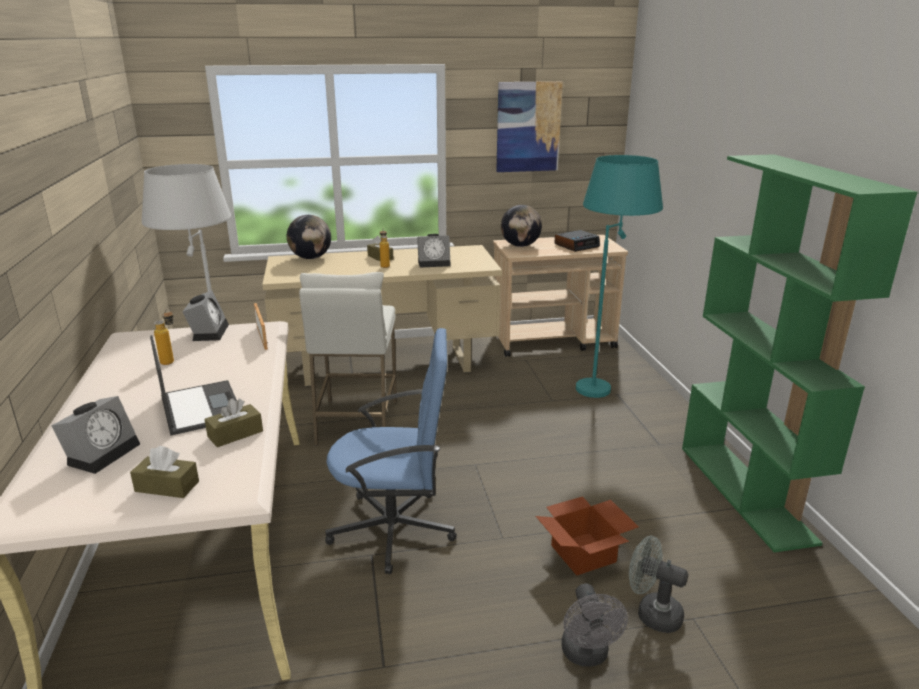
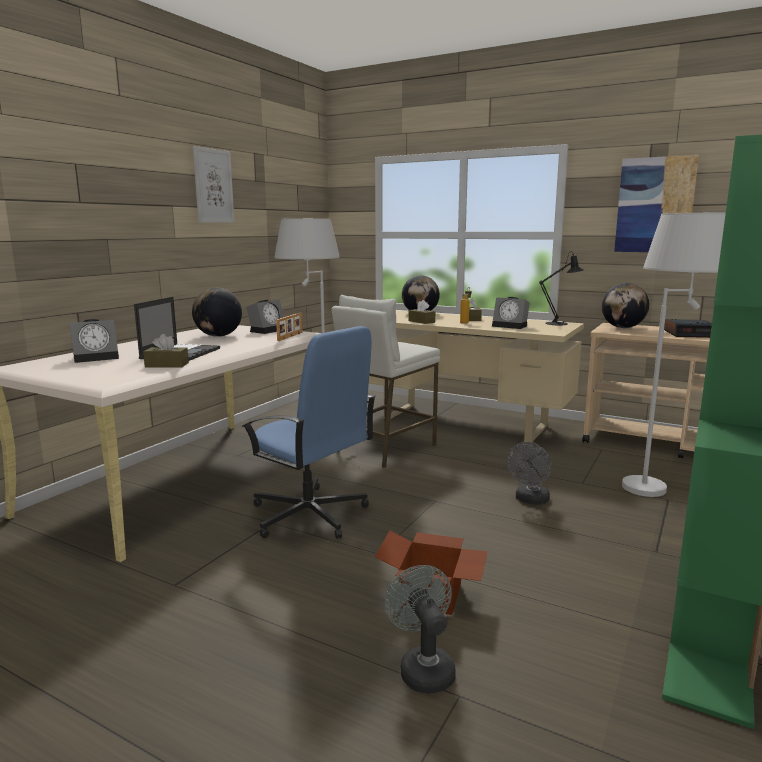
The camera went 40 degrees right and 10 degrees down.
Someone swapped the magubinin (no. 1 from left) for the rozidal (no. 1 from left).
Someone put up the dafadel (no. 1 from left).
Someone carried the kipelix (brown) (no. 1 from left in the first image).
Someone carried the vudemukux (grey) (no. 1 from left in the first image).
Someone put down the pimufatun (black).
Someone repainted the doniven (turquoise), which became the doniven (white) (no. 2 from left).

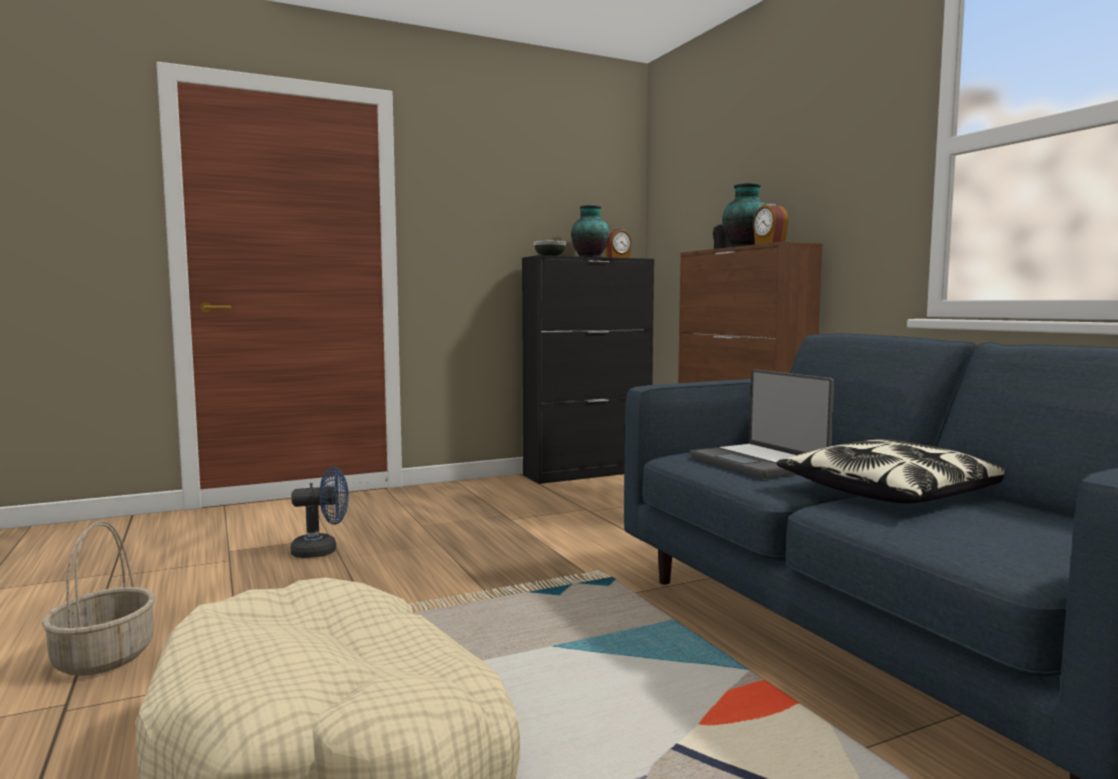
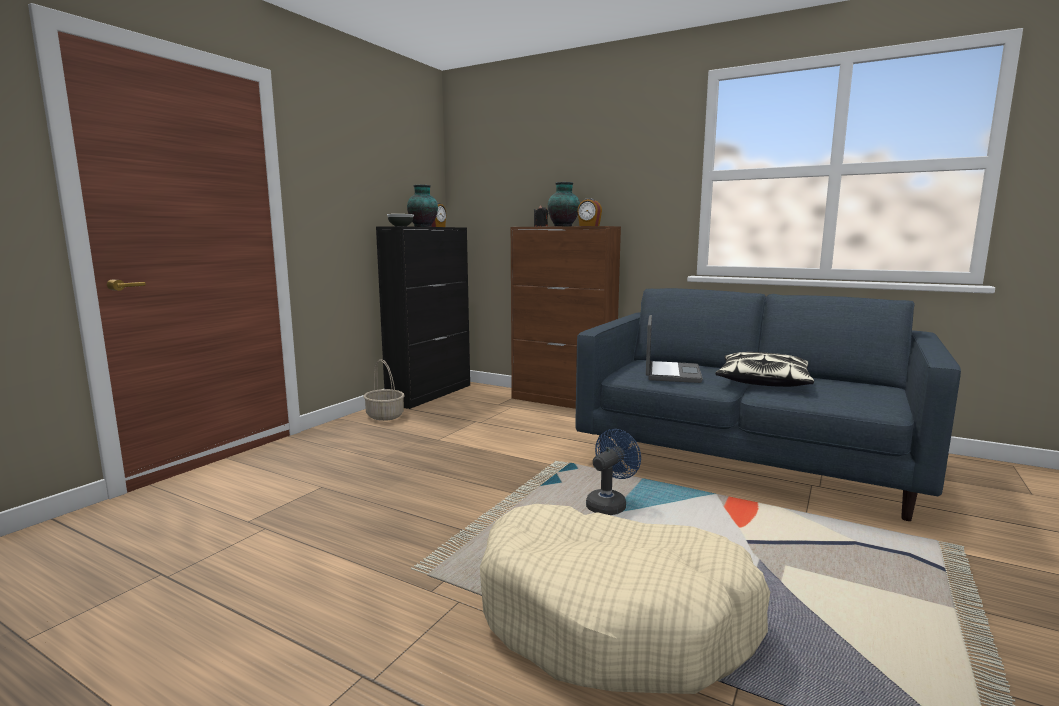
The camera went 35 degrees left and 5 degrees up.
Someone carried the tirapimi.
Someone carried the vudemukux (blue).
Someone rotated the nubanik by 105 degrees counterclockwise.

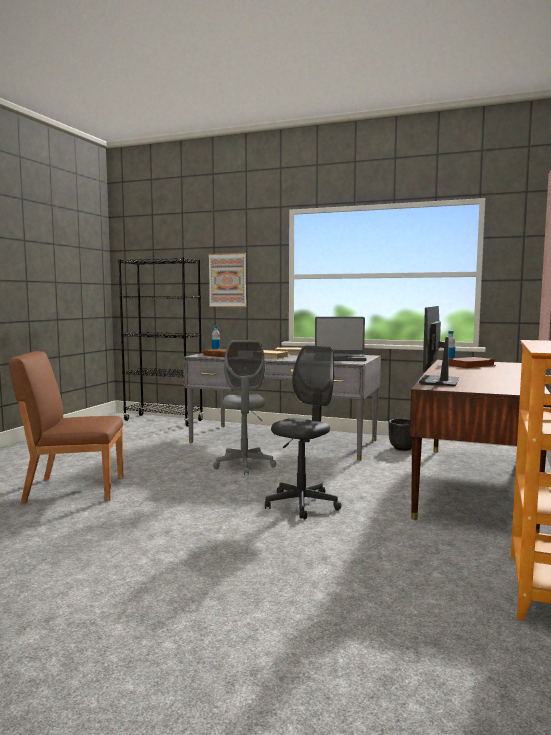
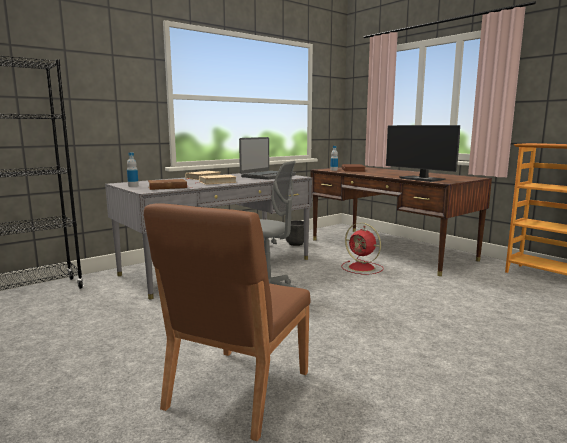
The camera went 60 degrees left and 5 degrees up.
Someone put down the vudemukux (red).
Someone took away the dafadel.
Someone took away the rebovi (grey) (no. 2 from left).

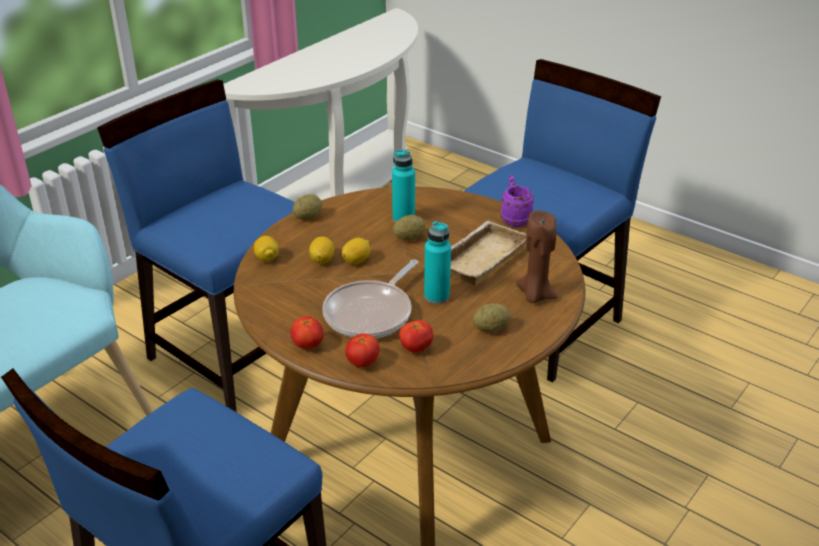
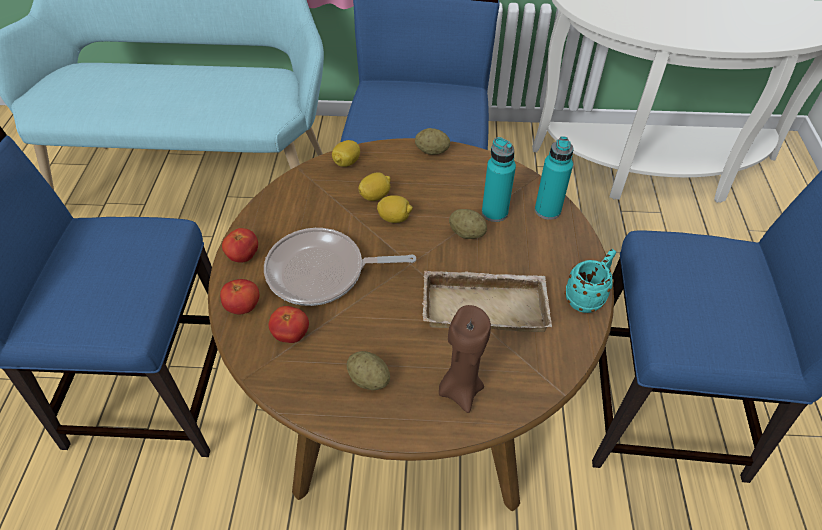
The camera went 55 degrees right and 15 degrees up.
Someone carried the magubinin (turquoise) (no. 2 from left).
Someone repainted the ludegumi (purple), which became the ludegumi (turquoise).

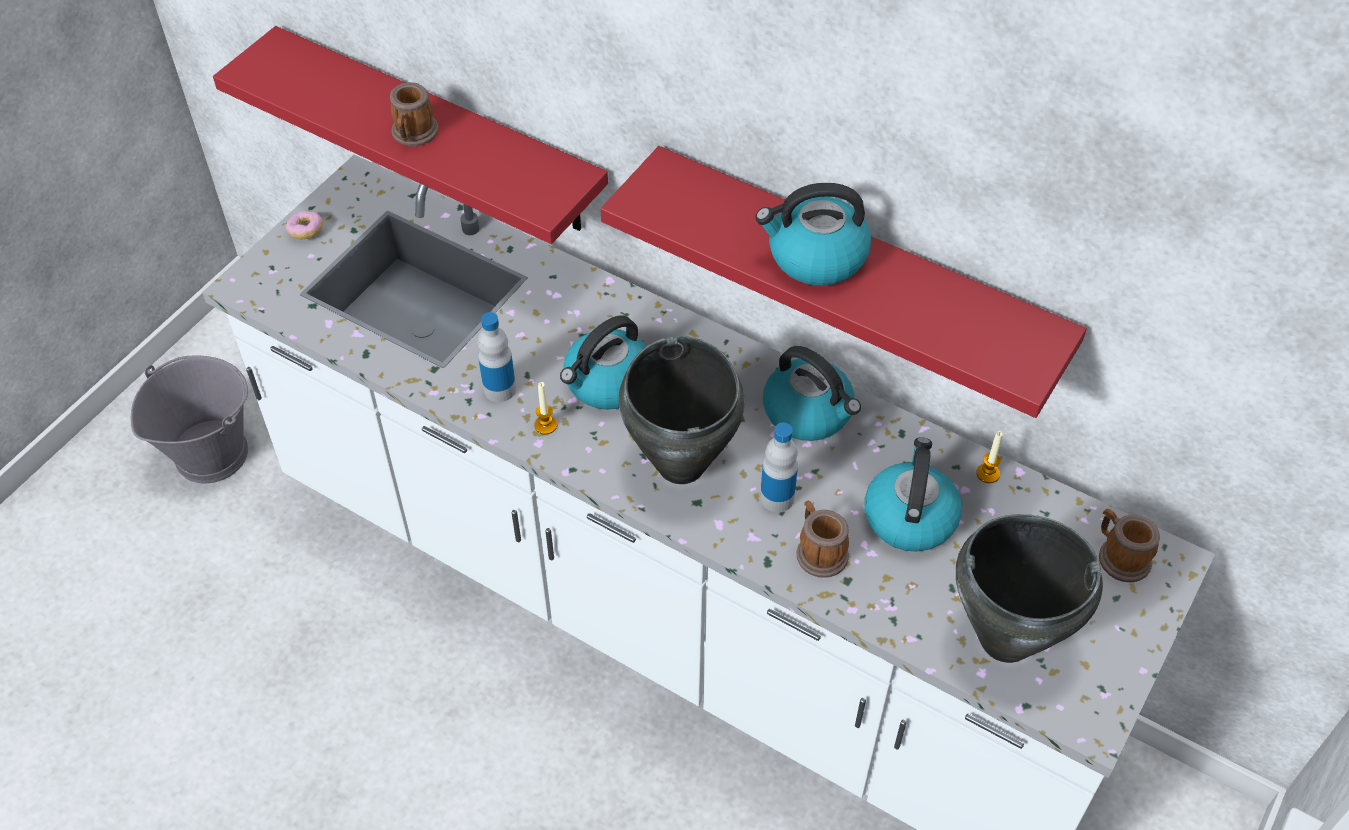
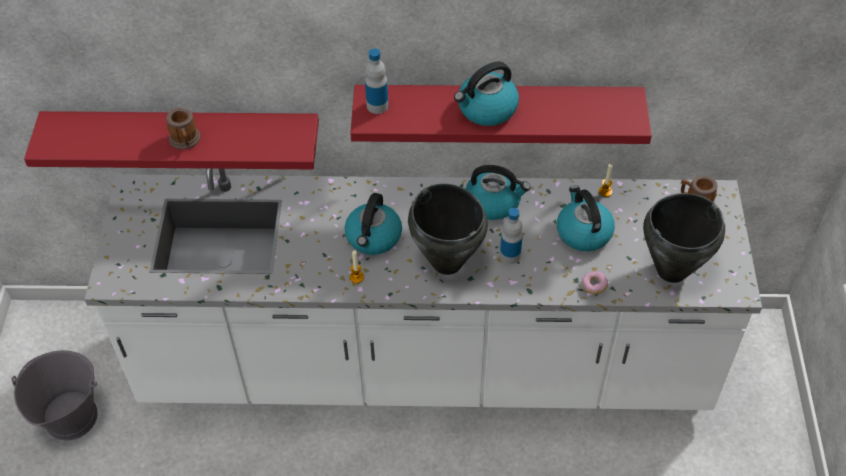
The camera went 30 degrees left and 0 degrees up.
Someone carried the magubinin (no. 1 from left).
Someone carried the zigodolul.
Someone took away the ludegumi (no. 2 from left).

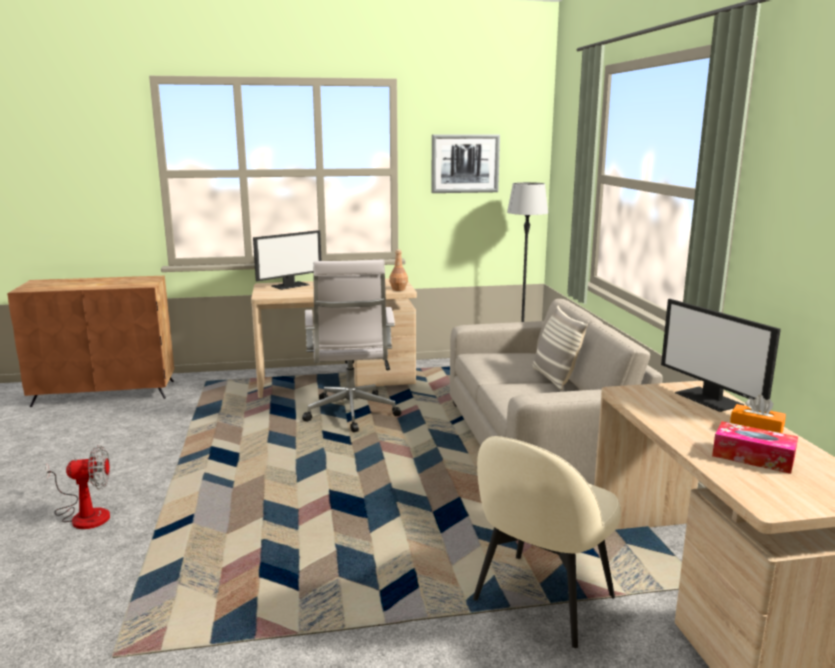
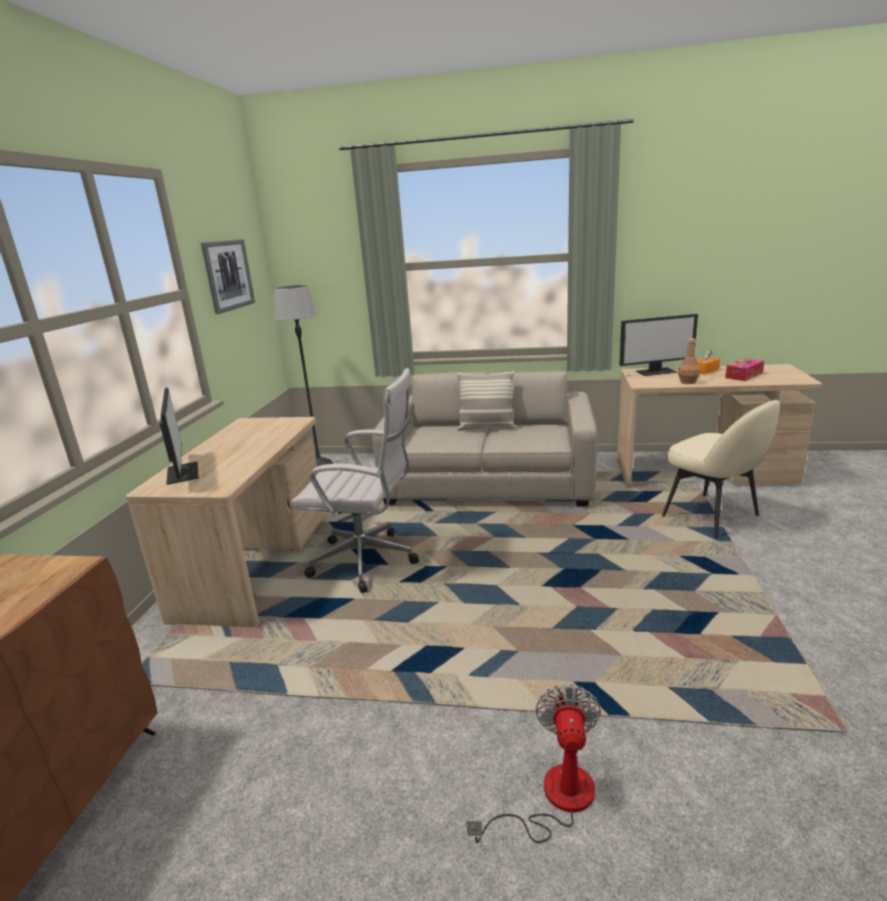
The camera went 70 degrees left and 5 degrees up.
Someone carried the magubinin (brown).

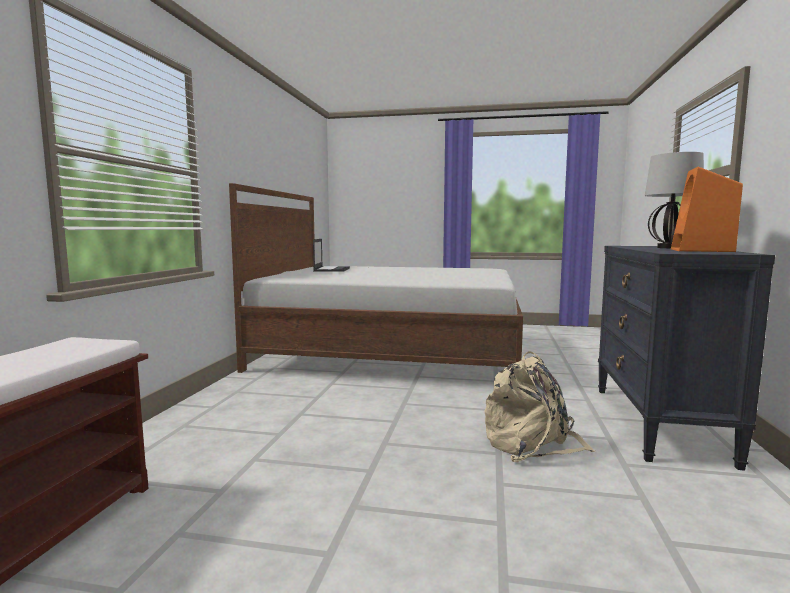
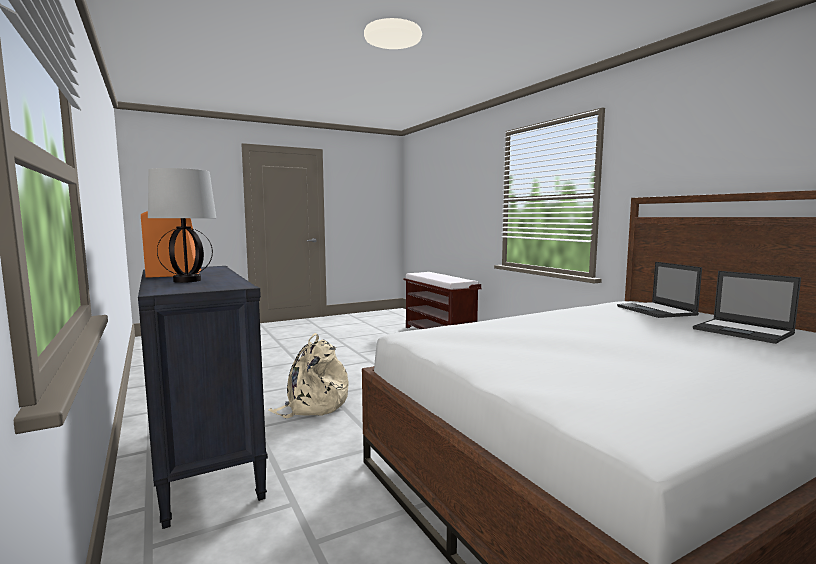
The camera went 140 degrees right and 0 degrees up.
Someone put down the nubanik (no. 1 from left).

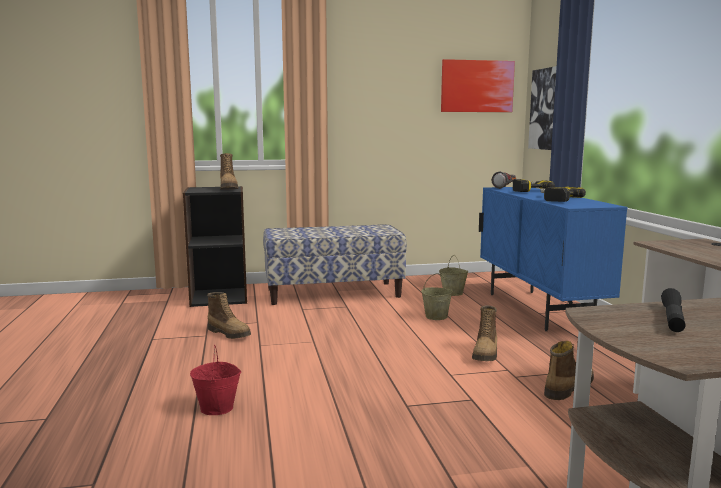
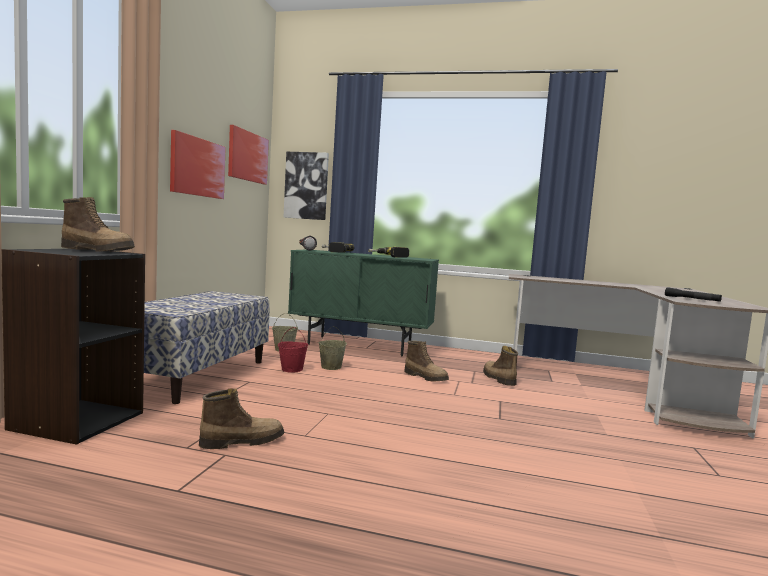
The camera went 65 degrees left and 5 degrees down.
Someone put up the dafadel (no. 1 from left).
Someone carried the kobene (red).
Someone repainted the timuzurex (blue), which became the timuzurex (green).

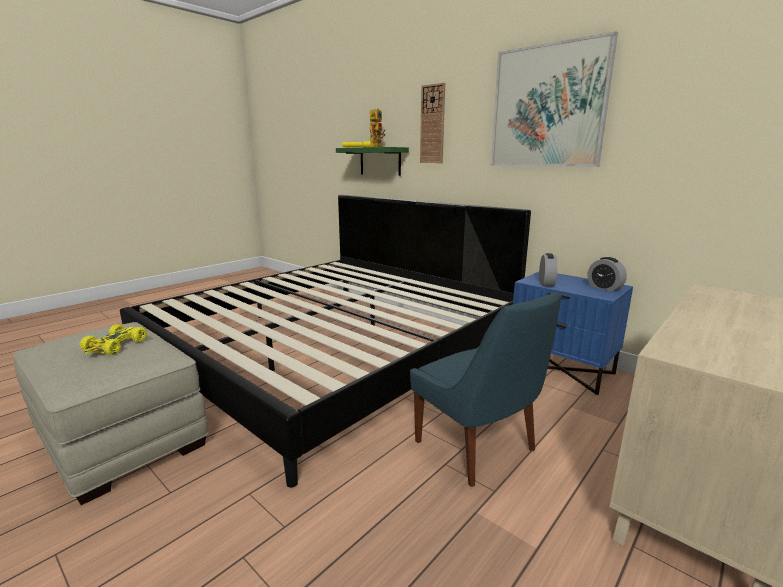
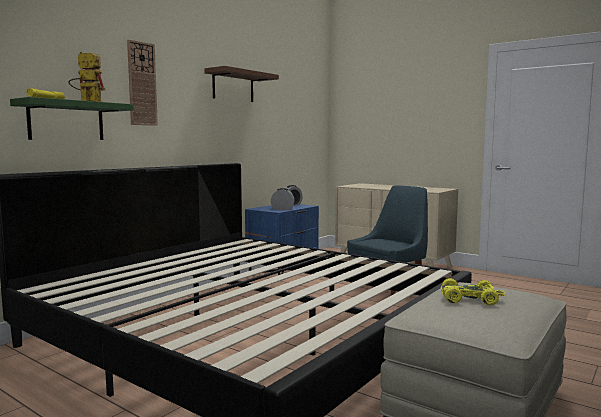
The camera went 95 degrees left and 10 degrees down.
Someone swapped the dafadel for the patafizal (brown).

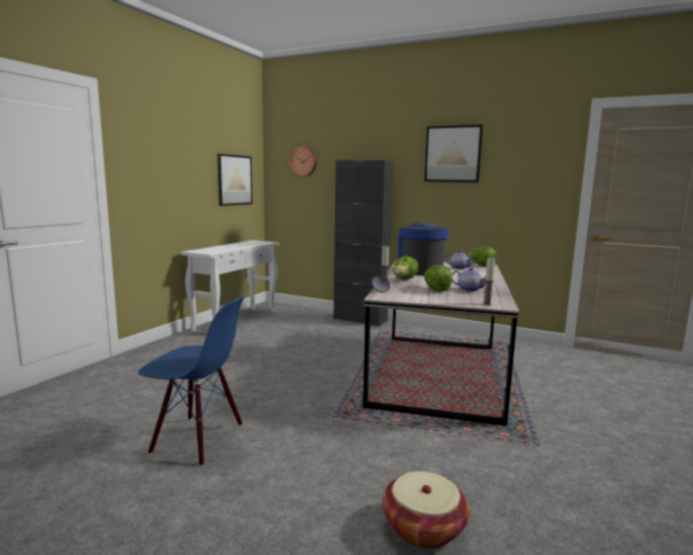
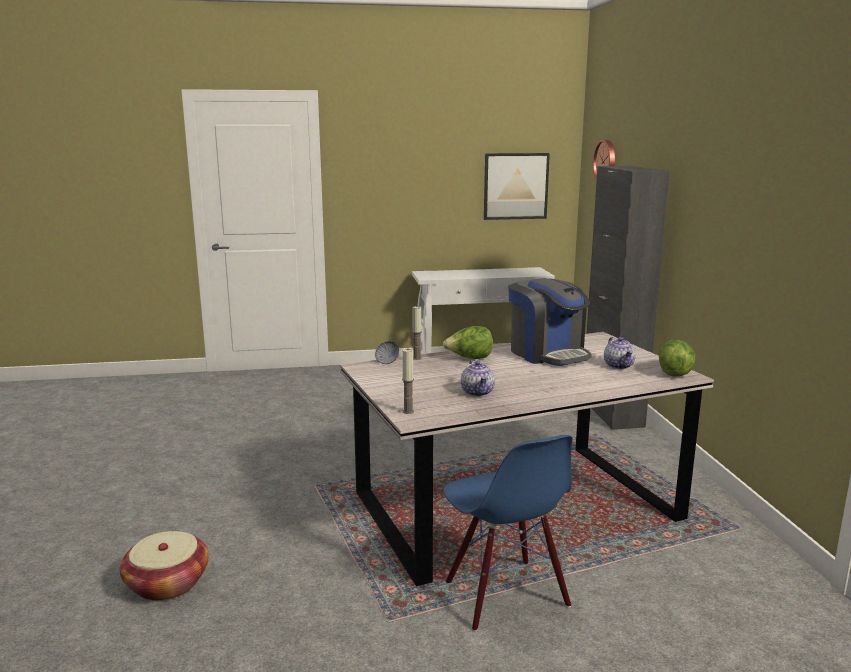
The camera went 55 degrees right and 5 degrees up.
Someone carried the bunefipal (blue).
Someone rotated the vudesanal by 105 degrees clockwise.
Someone took away the dafadel (no. 2 from left).
Someone took away the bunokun (no. 2 from left).

